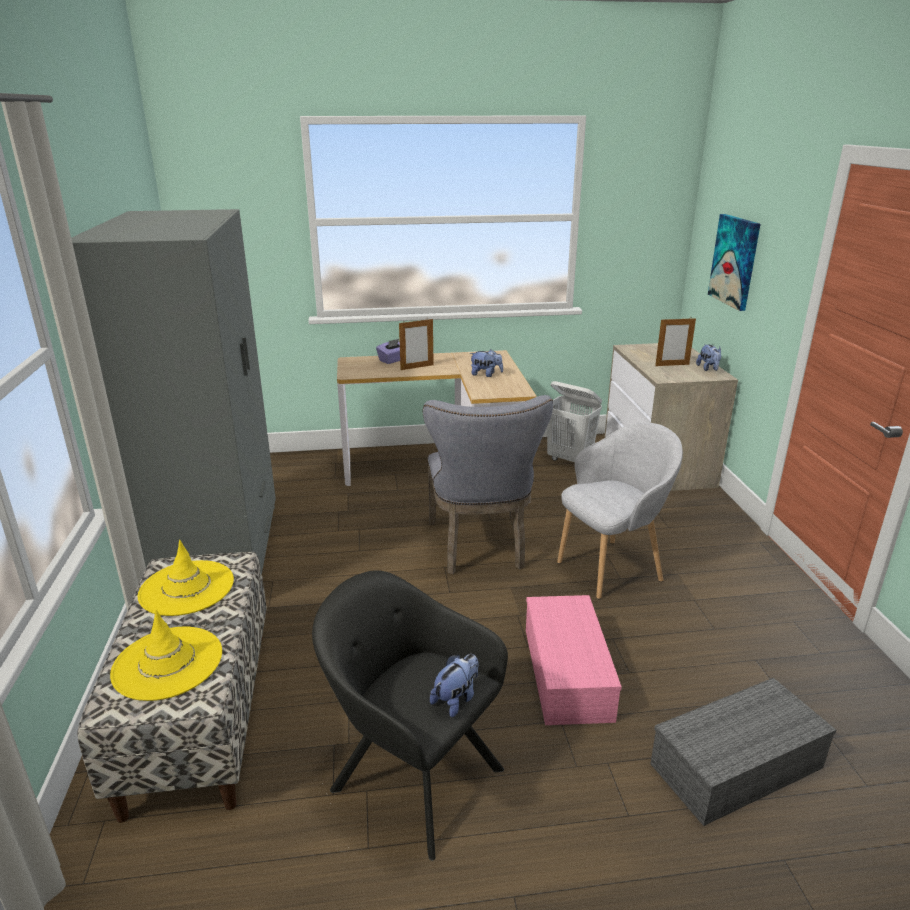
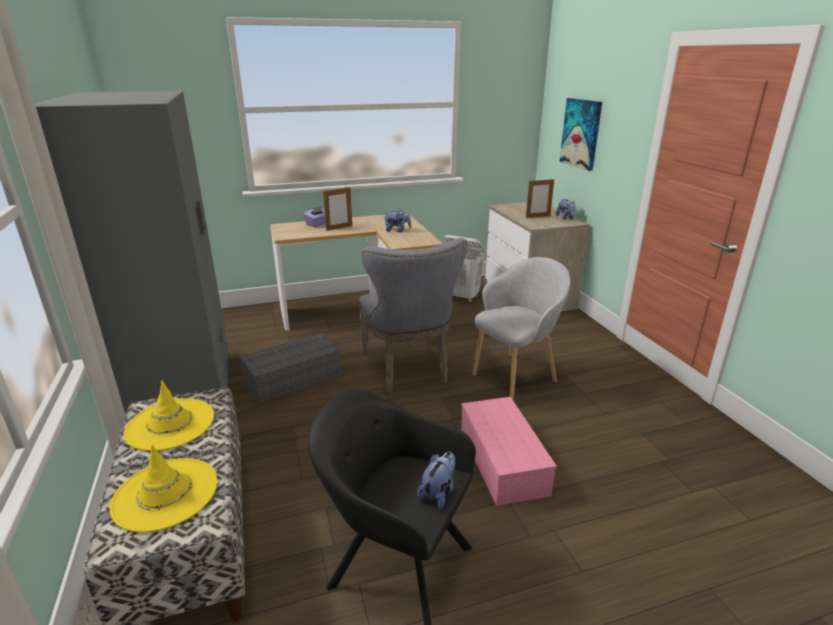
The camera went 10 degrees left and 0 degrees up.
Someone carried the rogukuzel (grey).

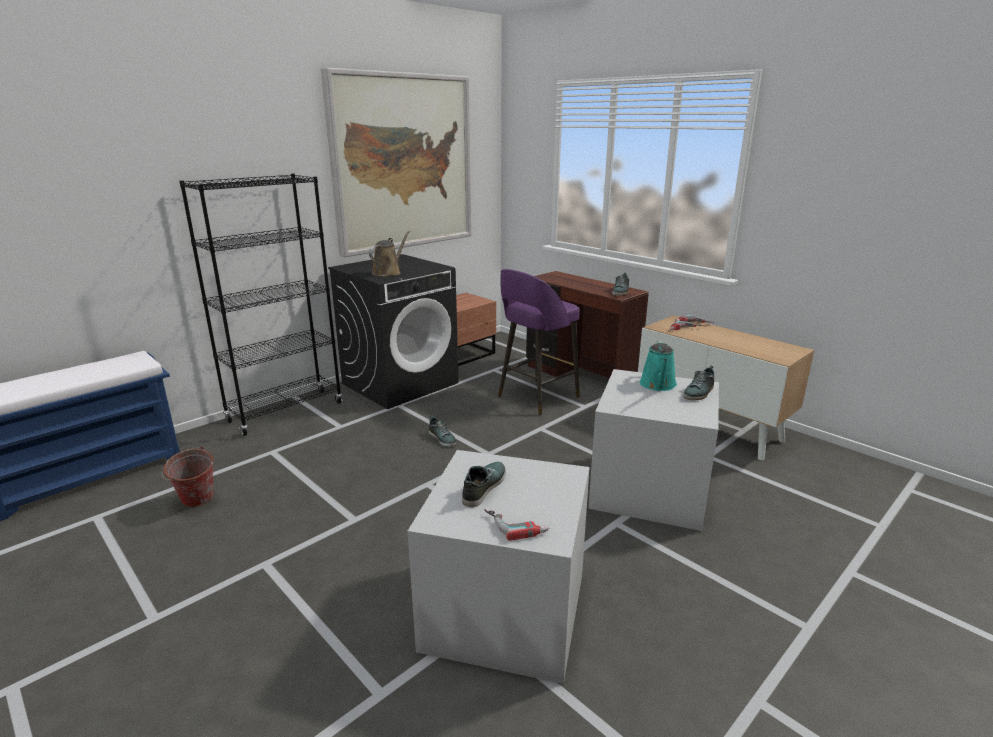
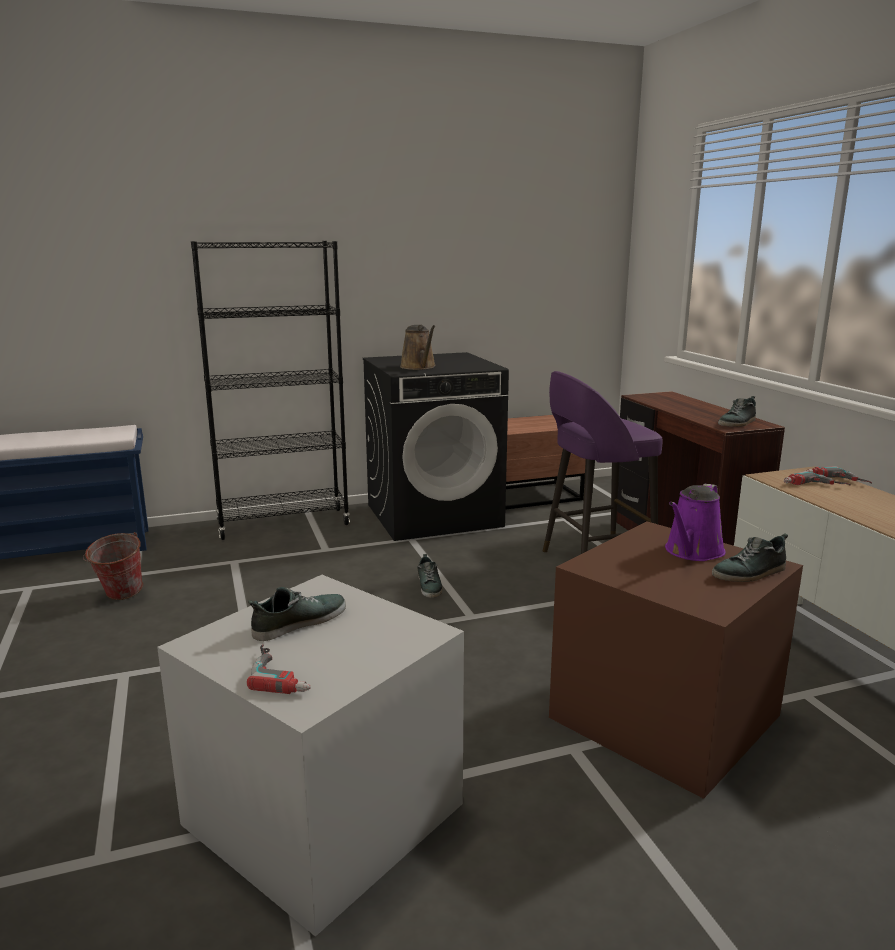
The camera went 25 degrees right and 5 degrees down.
Someone rotated the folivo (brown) by 105 degrees clockwise.
Someone repainted the rogukuzel (grey) (no. 2 from left), which became the rogukuzel (brown).
Someone repainted the folivo (turquoise), which became the folivo (purple).
Someone took away the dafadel.

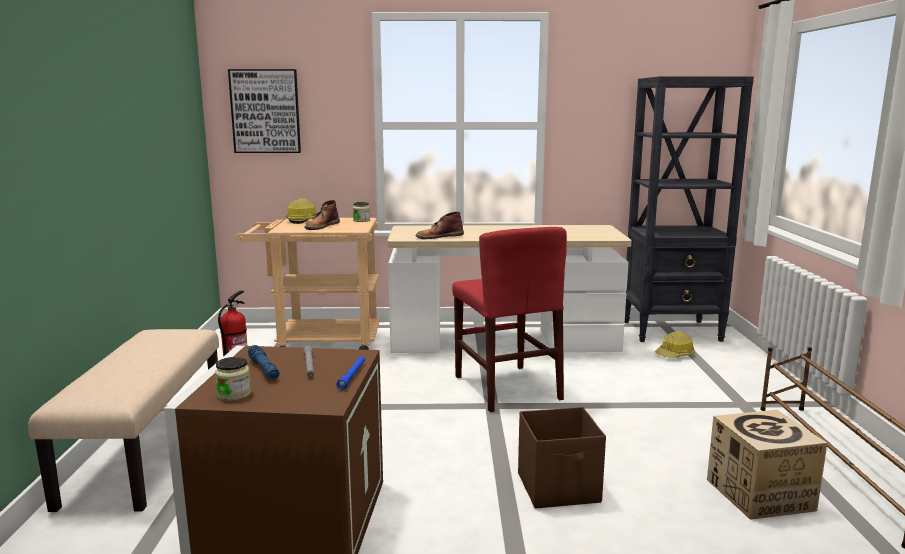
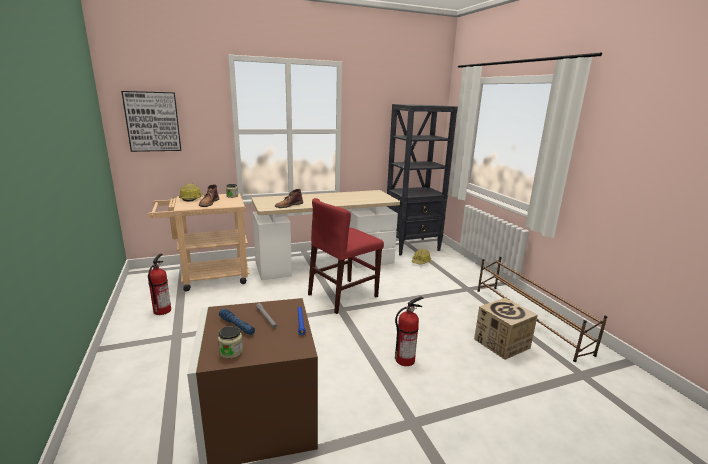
The camera went 20 degrees left and 5 degrees up.
Someone rotated the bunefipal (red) by 90 degrees clockwise.
Someone swapped the rogukuzel (brown) (no. 2 from left) for the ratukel (no. 2 from left).
Someone took away the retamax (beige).

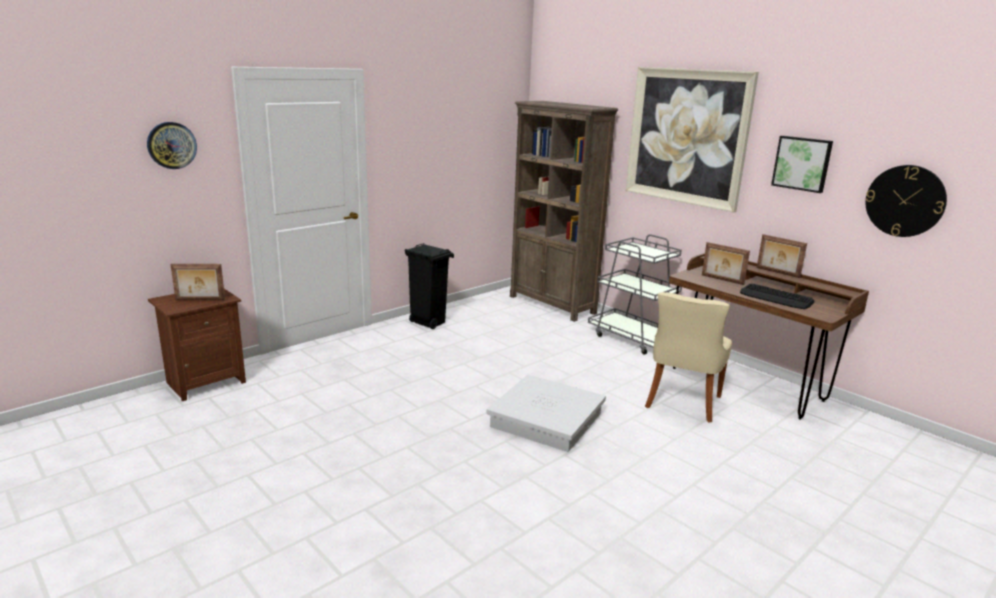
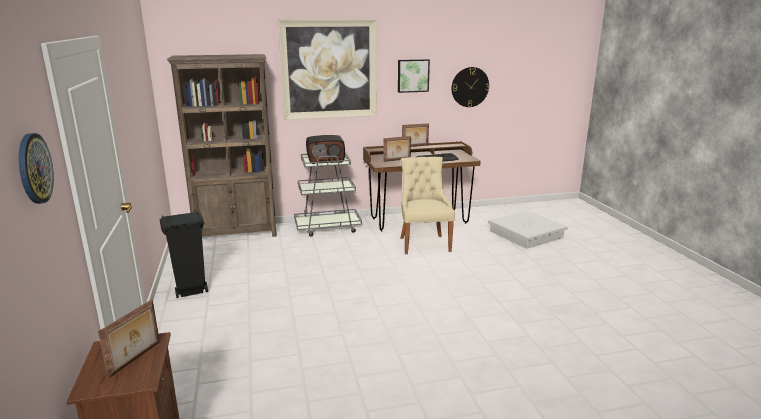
The camera went 60 degrees left and 0 degrees up.
Someone put down the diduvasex.
Someone rotated the bunefipal (beige) by 150 degrees counterclockwise.
Someone carried the rogukuzel (white).

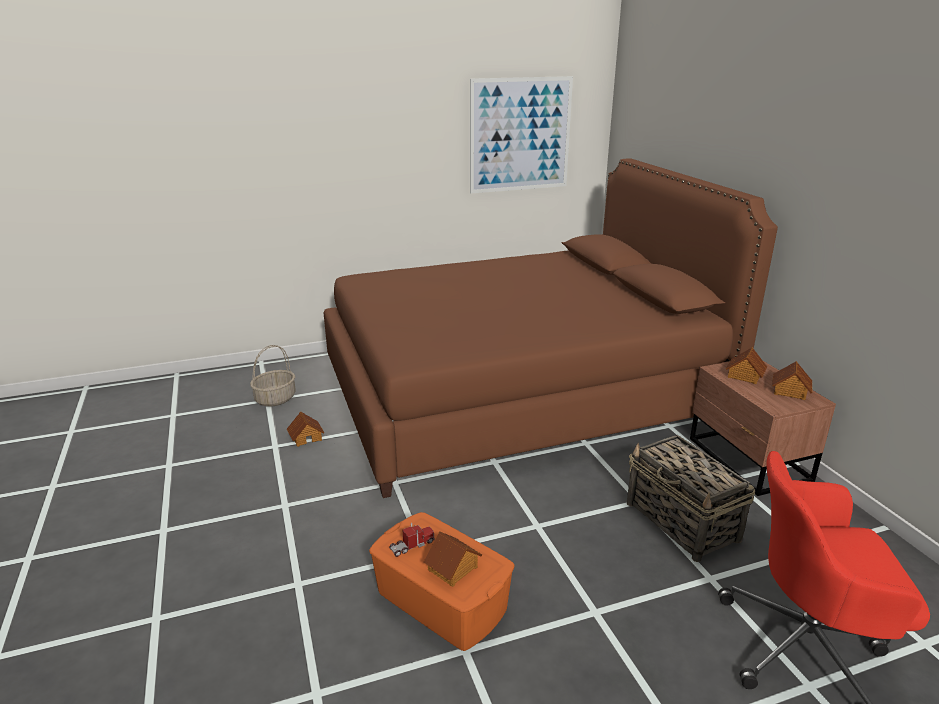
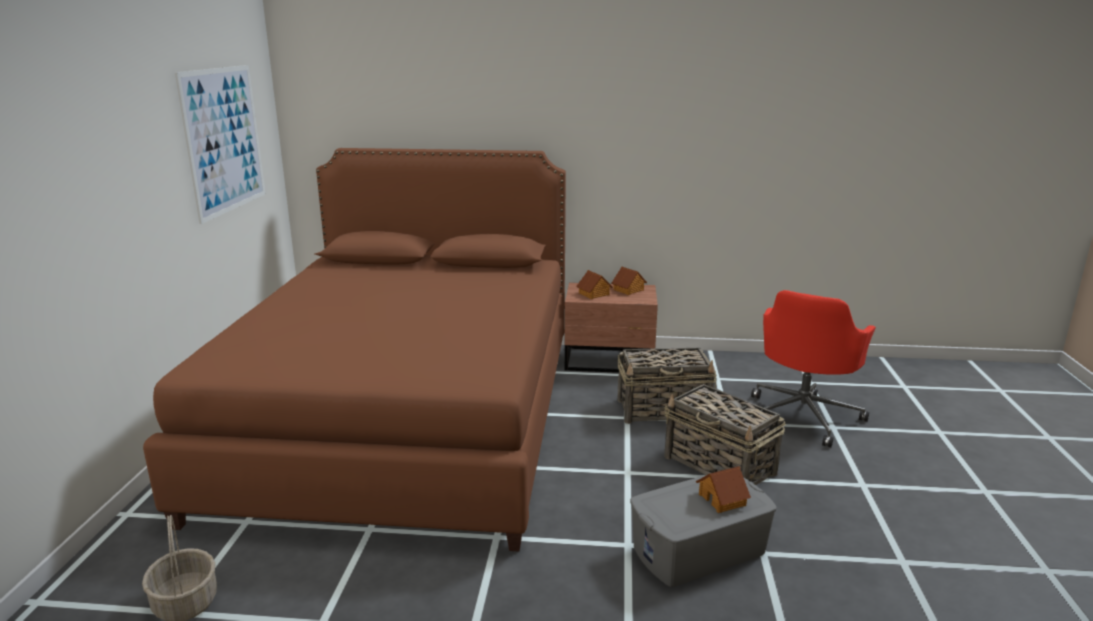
The camera went 65 degrees left and 5 degrees down.
Someone repainted the rogukuzel (orange), which became the rogukuzel (grey).
Someone put down the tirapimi (no. 3 from left).
Someone took away the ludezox (no. 1 from left).
Someone took away the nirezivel.

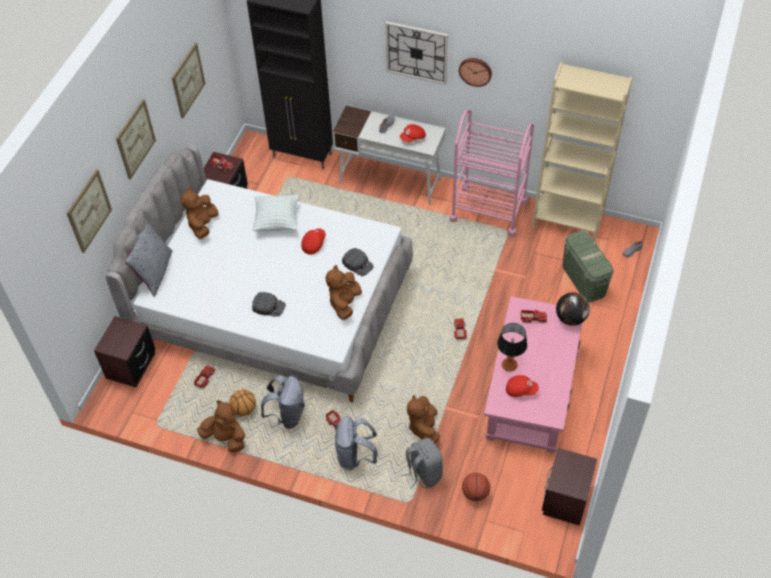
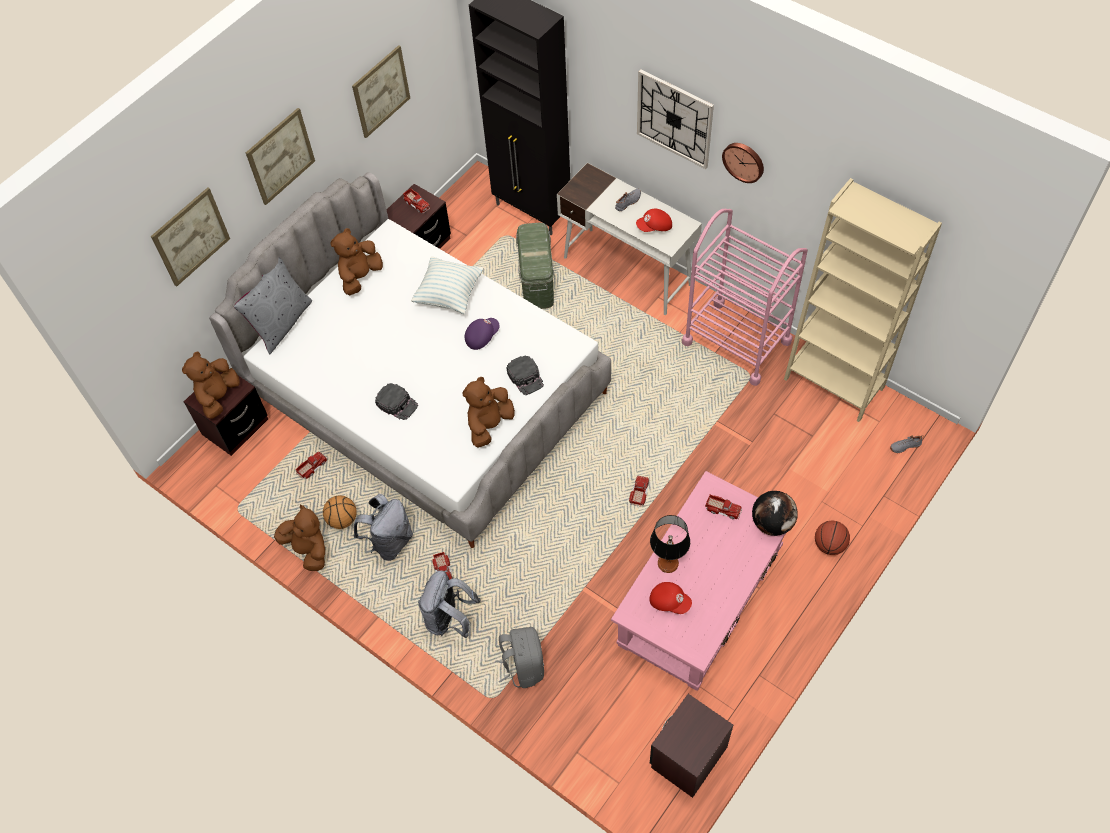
The camera went 20 degrees right and 5 degrees up.
Someone carried the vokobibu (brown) (no. 4 from left in the first image).
Someone repainted the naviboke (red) (no. 1 from left), which became the naviboke (purple).
Someone carried the rogukuzel (green).
Someone carried the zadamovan (no. 2 from left).

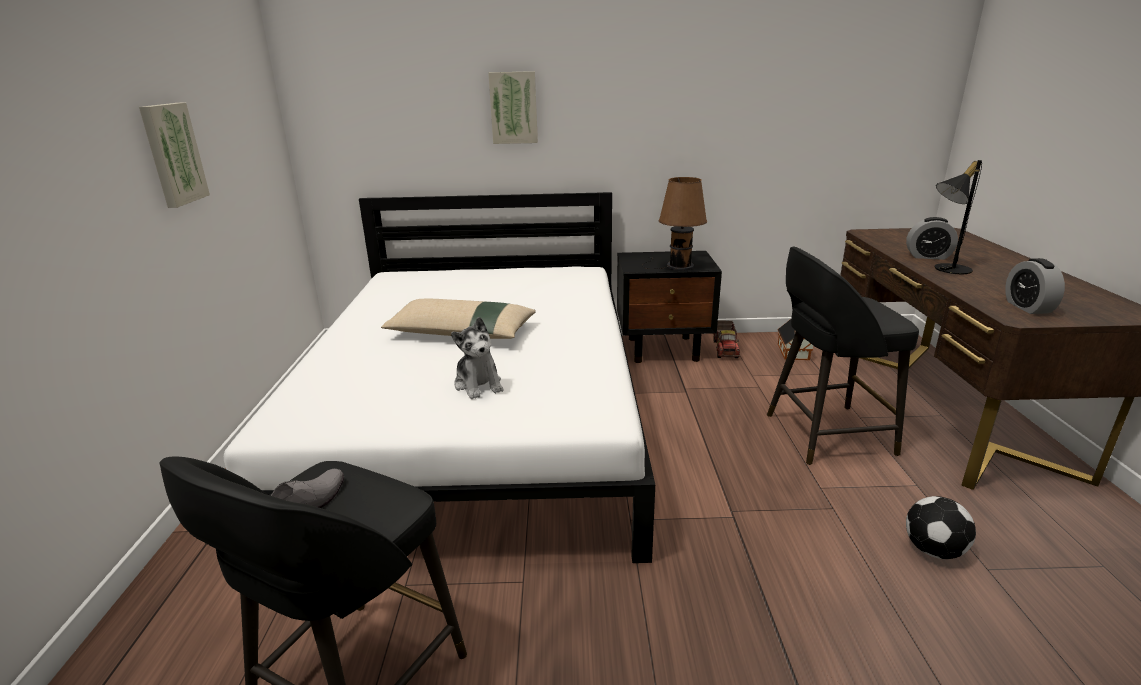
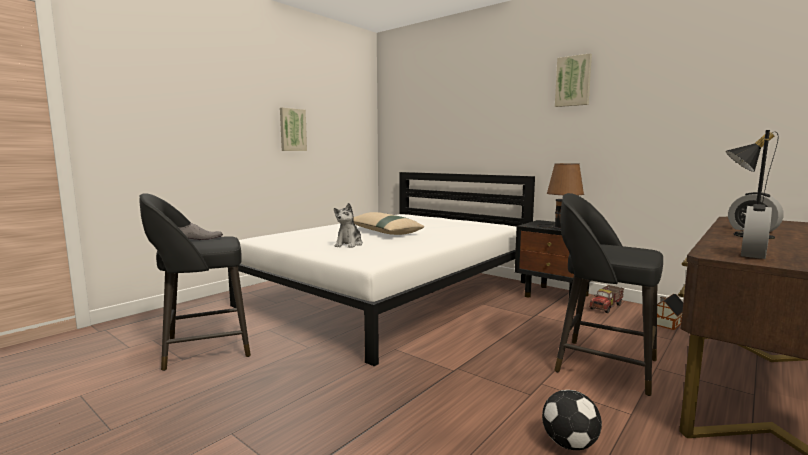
The camera went 40 degrees right and 15 degrees down.
Someone carried the dafadel (no. 2 from left).

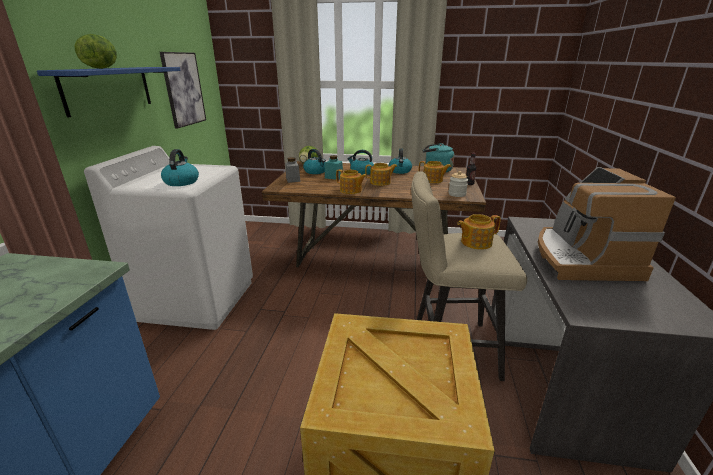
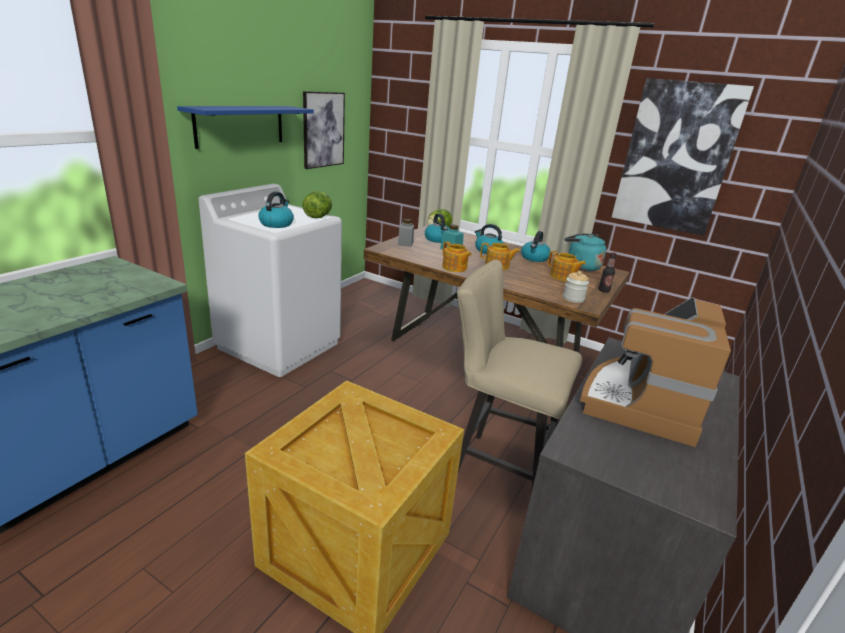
The camera went 20 degrees right and 0 degrees up.
Someone carried the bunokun (no. 1 from left).
Someone put up the dafadel (no. 2 from left).
Someone took away the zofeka (no. 4 from left).

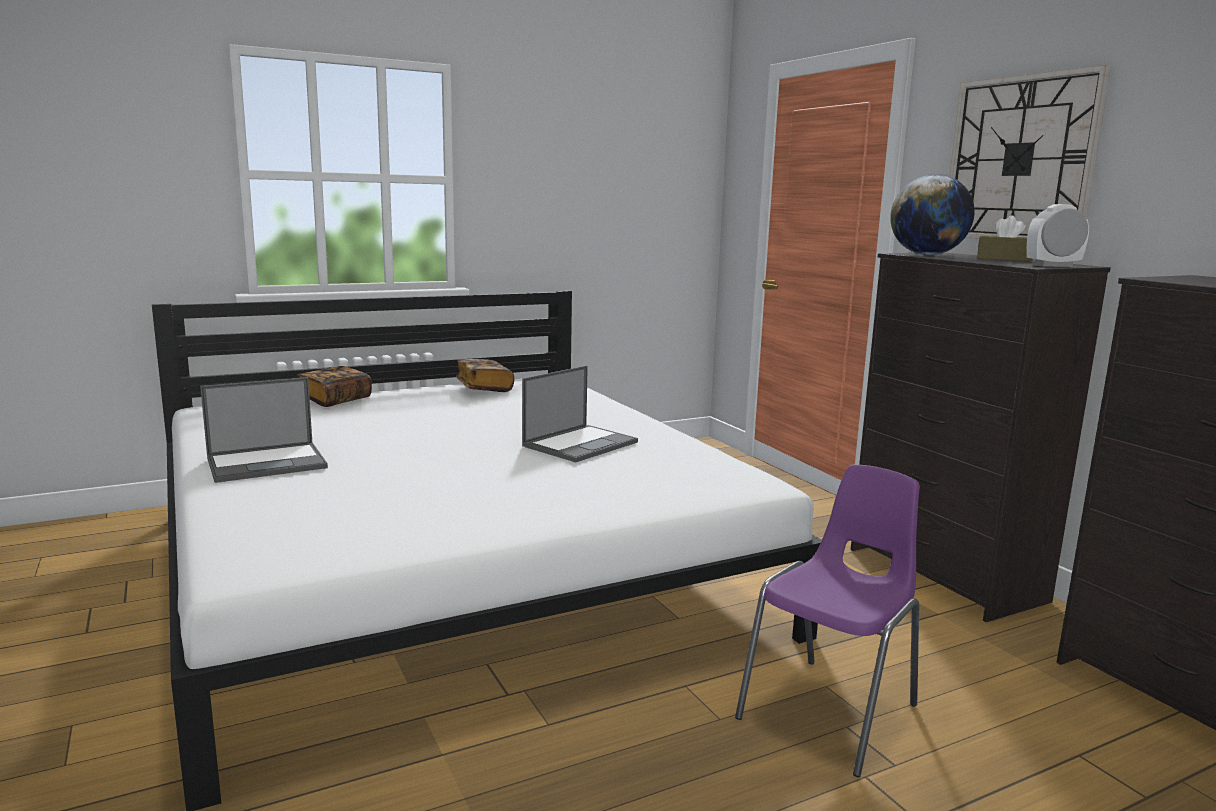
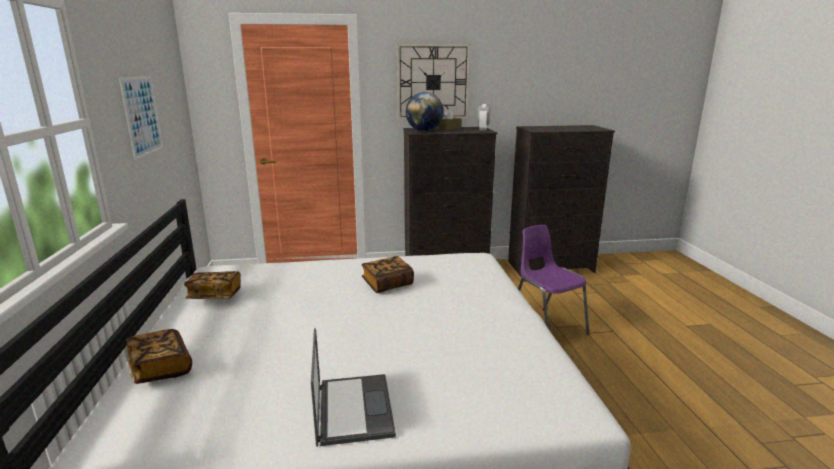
The camera went 70 degrees left and 5 degrees up.
Someone put up the dafadel.
Someone swapped the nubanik (no. 2 from left) for the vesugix (no. 3 from left).

